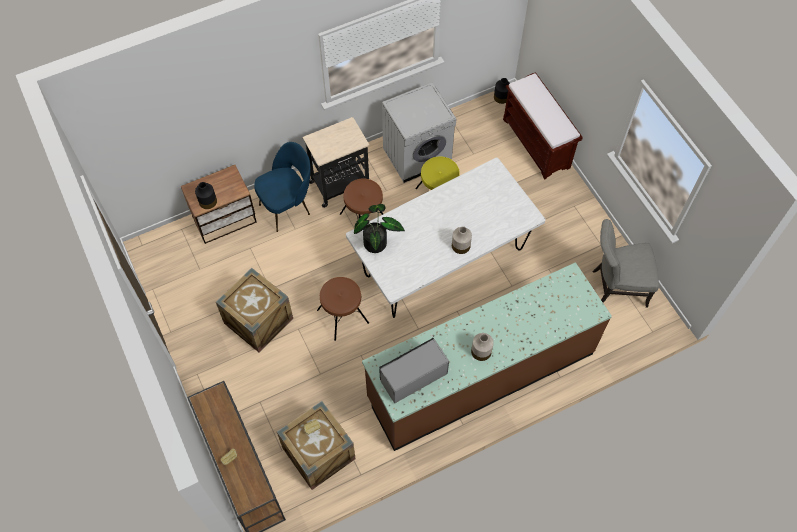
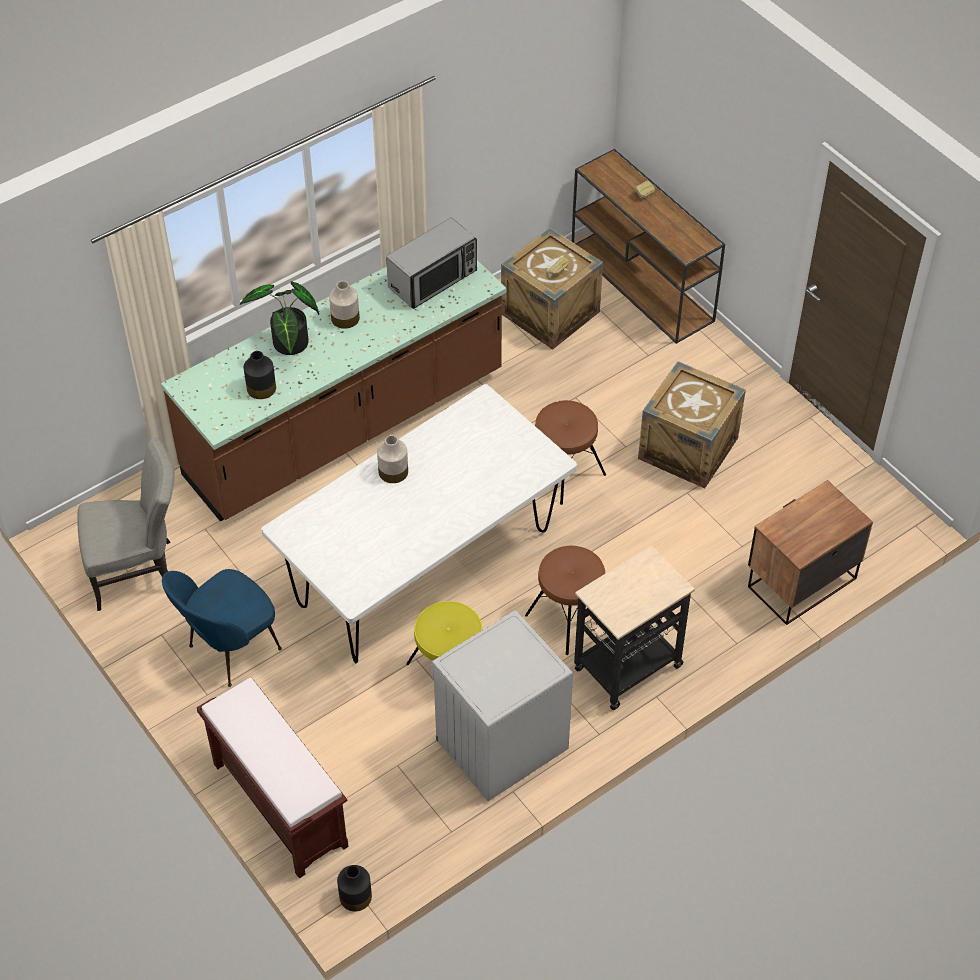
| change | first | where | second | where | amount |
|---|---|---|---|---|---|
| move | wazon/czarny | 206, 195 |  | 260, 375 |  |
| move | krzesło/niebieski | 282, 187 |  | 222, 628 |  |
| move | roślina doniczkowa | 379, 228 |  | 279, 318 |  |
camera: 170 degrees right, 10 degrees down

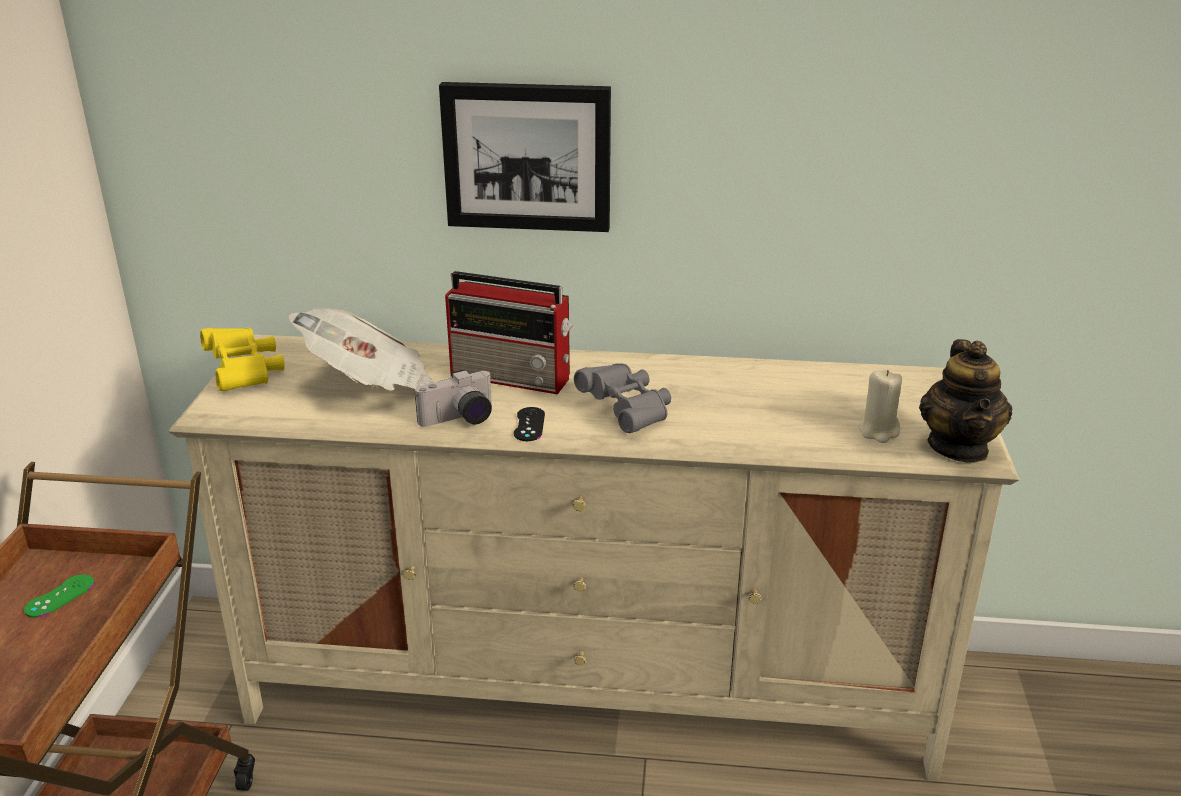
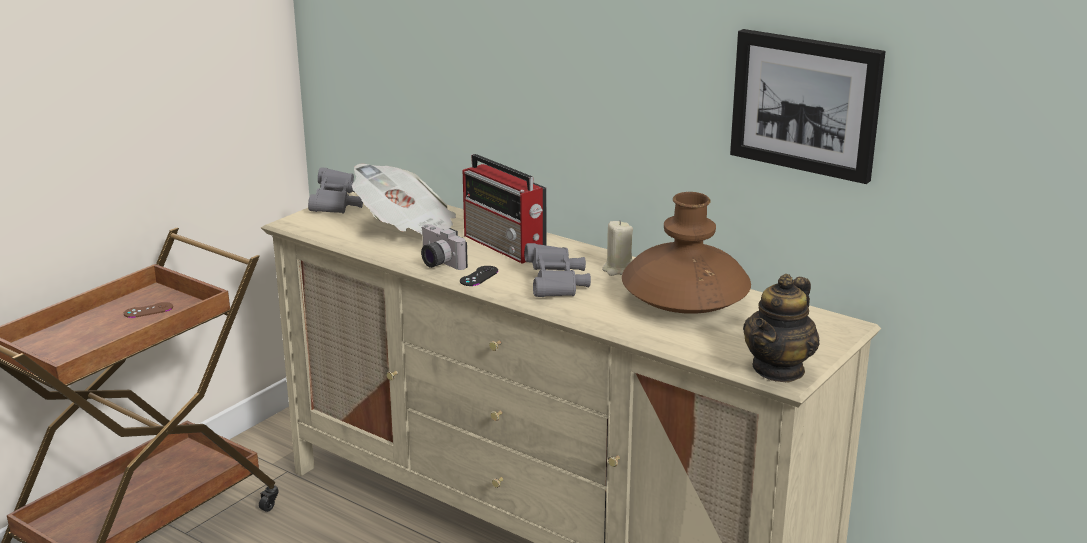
| change | first | where | second | where | amount |
|---|---|---|---|---|---|
| recolor | pad do gier/zielony | 59, 596 | pad do gier/brązowy | 148, 310 |  |
| recolor | lornetka/żółty | 242, 359 | lornetka/szary | 335, 190 |  |
| rotate | aparat fotograficzny | 453, 398 |  | 444, 247 | 45 degrees clockwise |
| move | obraz | 525, 157 |  | 808, 106 |  |
| move | świeca/beżowy | 880, 406 |  | 617, 248 |  |
| insert |  |  | wazon/brązowy | 686, 253 |  |
camera: 30 degrees right, 5 degrees down

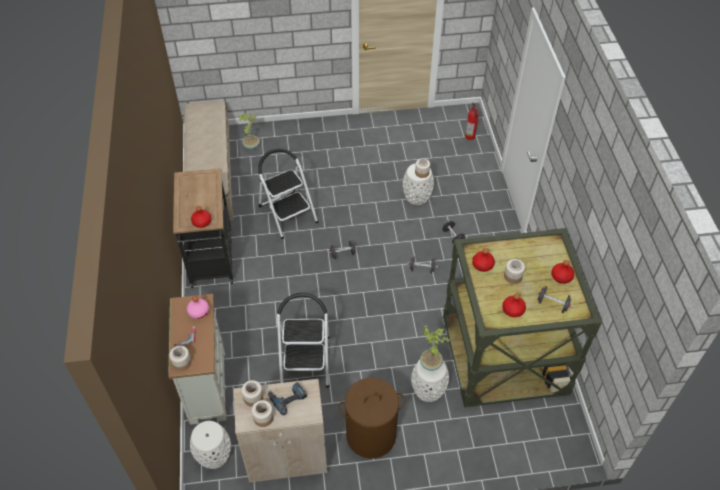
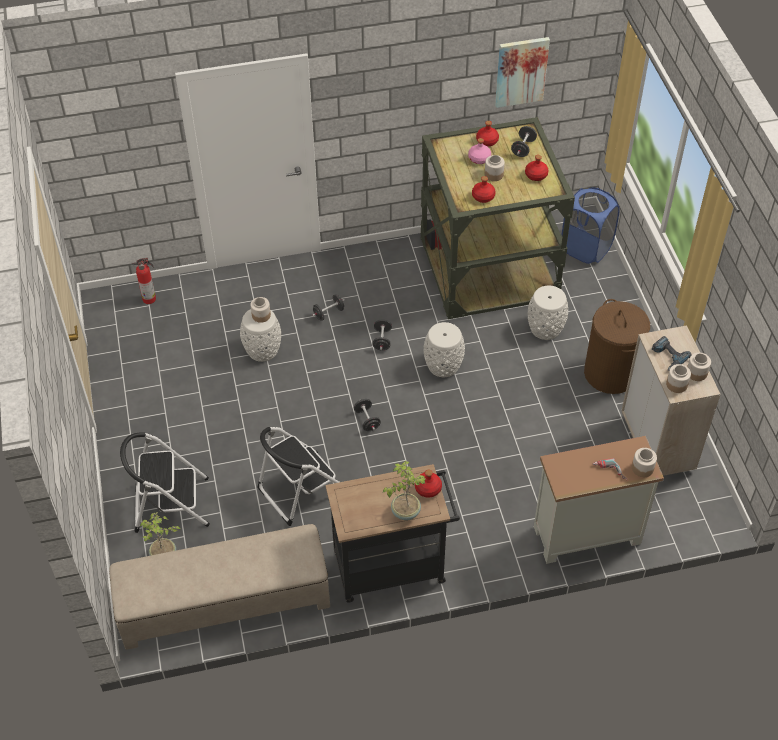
| change | first | where | second | where | amount |
|---|---|---|---|---|---|
| move | butelka/różowy | 198, 307 |  | 479, 151 |  |
| move | stołek/biały | 210, 445 |  | 444, 349 |  |
| move | drabinka | 303, 340 |  | 165, 483 |  |
| move | roślina doniczkowa | 435, 348 |  | 404, 490 |  |
| insert |  |  | obraz | 522, 72 |  |
| insert |  |  | kosz na pranie/niebieski | 591, 225 |  |
camera: 95 degrees left, 0 degrees up

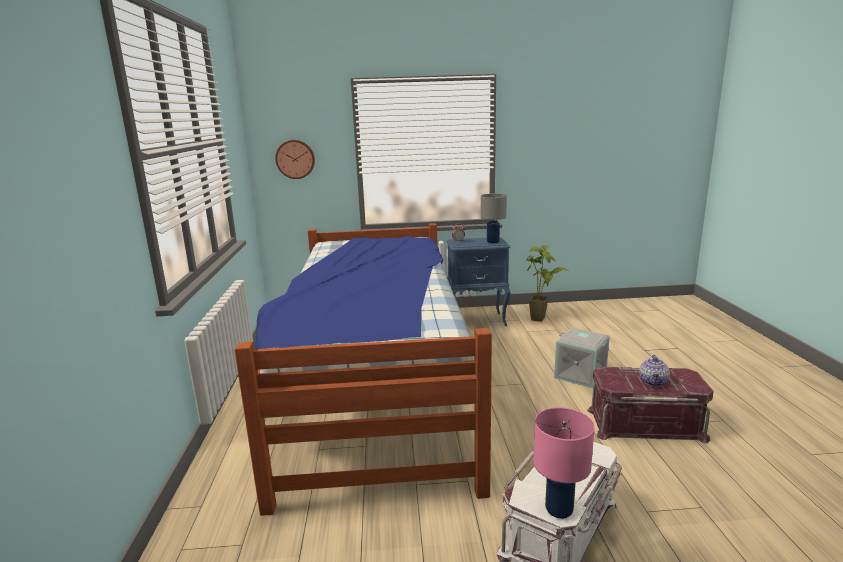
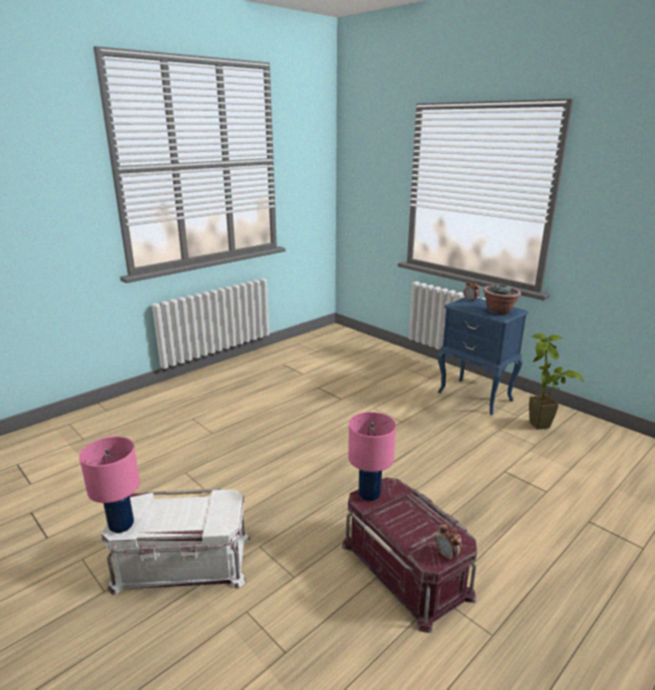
| change | first | where | second | where | amount |
|---|---|---|---|---|---|
| delete | łóżko | 363, 369 |  |  |  |
| delete | zegar ścienny | 295, 159 |  |  |  |
| replace | lampa stołowa/szary | 494, 218 | roślina doniczkowa | 502, 299 |  |
| delete | pojemnik do przechowywania/szary | 582, 358 |  |  |  |
| delete | imbryk | 654, 371 |  |  |  |
| insert |  |  | lampa stołowa/różowy | 372, 456 |  |
| insert |  |  | budzik | 448, 542 |  |
camera: 50 degrees right, 5 degrees up

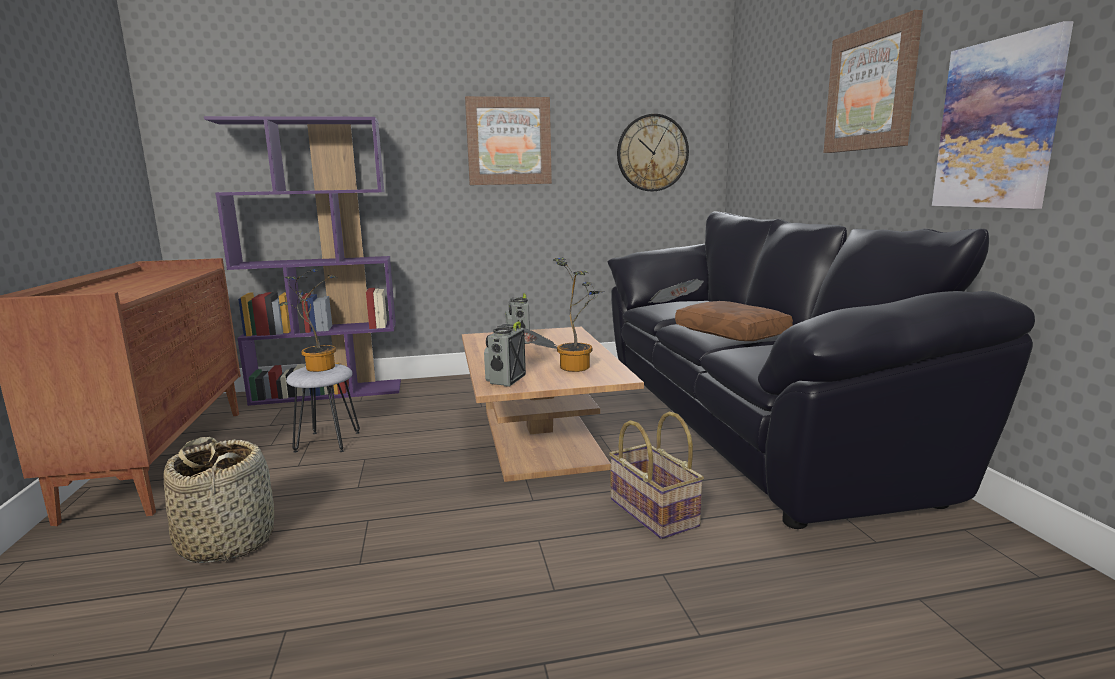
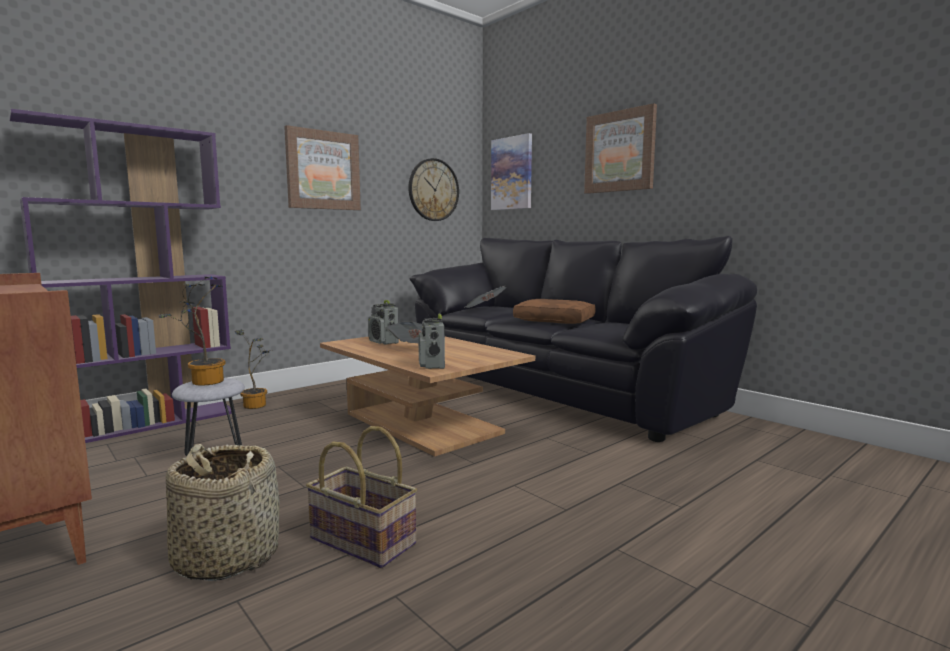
| change | first | where | second | where | amount |
|---|---|---|---|---|---|
| move | roślina doniczkowa | 577, 314 |  | 252, 369 |  |
| move | koszyk | 656, 475 |  | 361, 497 |  |
| move | obraz | 1003, 115 |  | 511, 171 |  |
camera: 30 degrees left, 5 degrees down

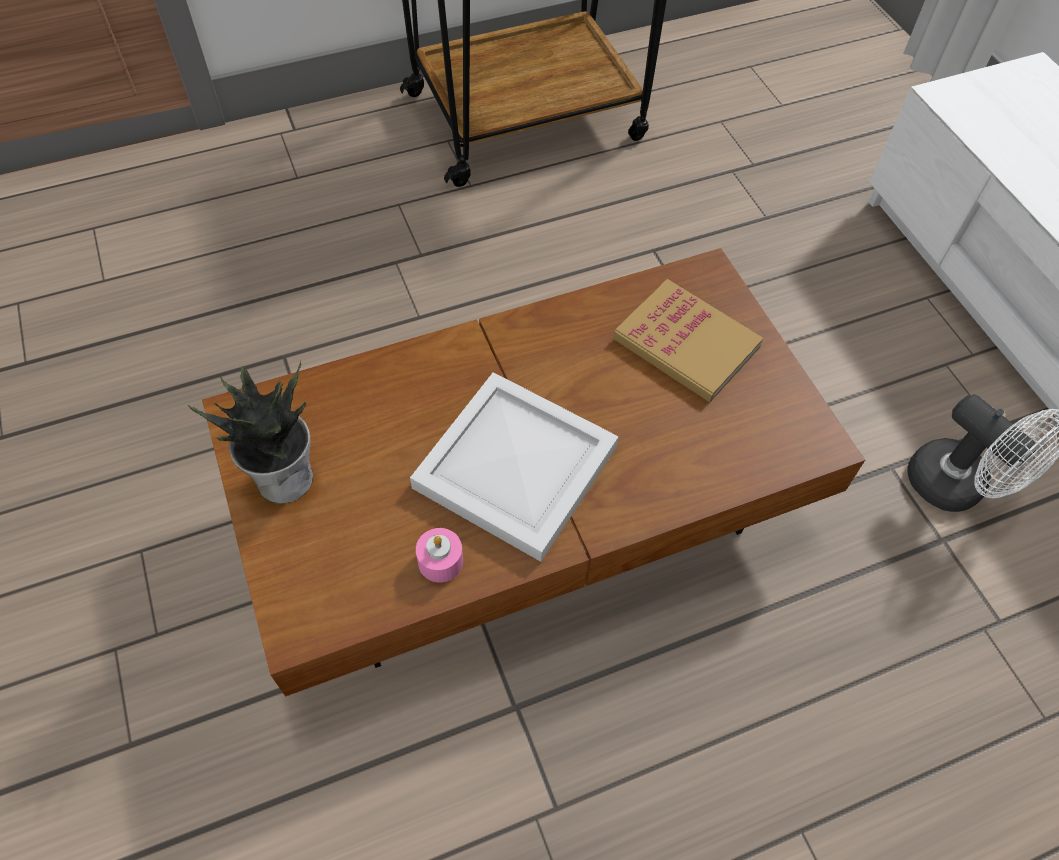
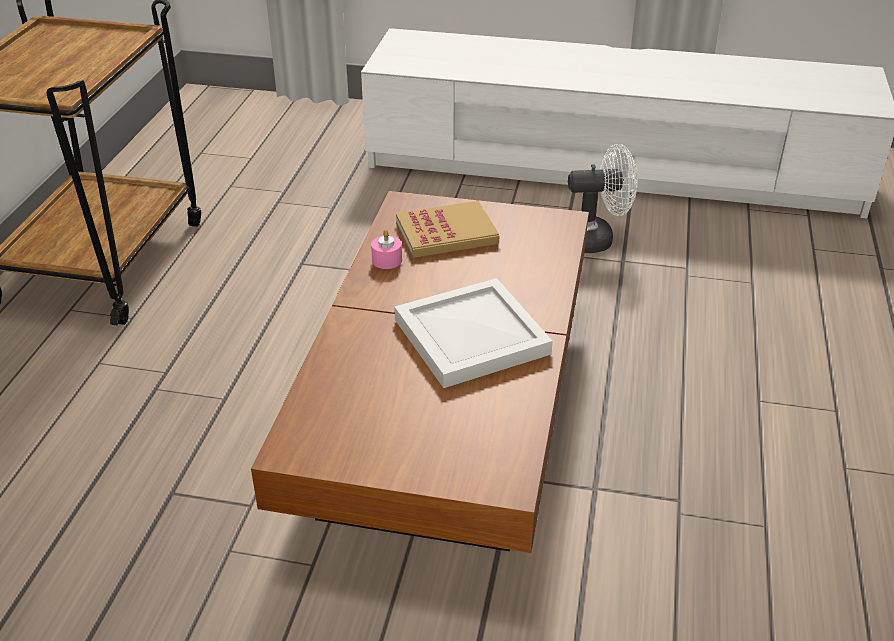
| change | first | where | second | where | amount |
|---|---|---|---|---|---|
| delete | roślina doniczkowa | 250, 432 |  |  |  |
| move | świeca/różowy | 439, 555 |  | 386, 249 |  |
camera: 55 degrees left, 20 degrees down

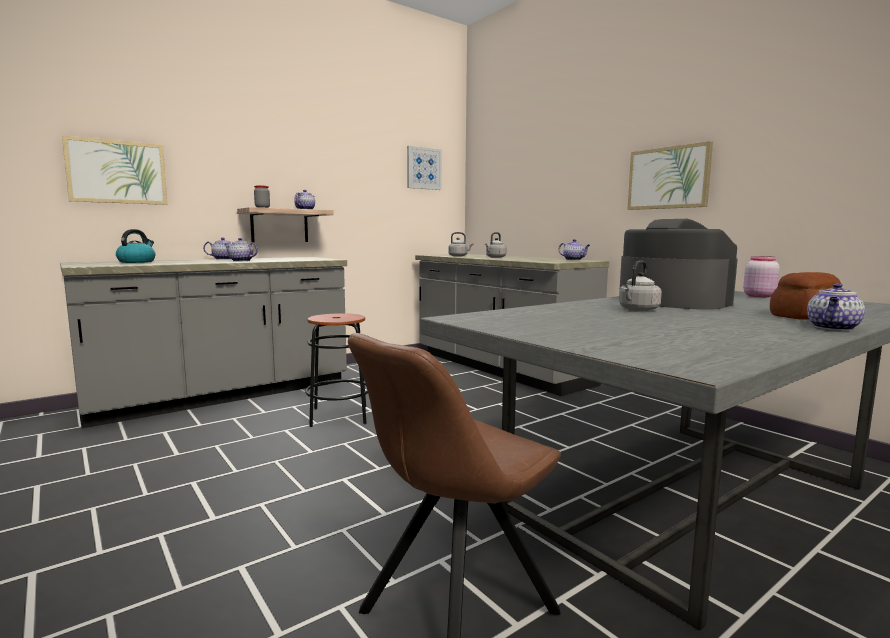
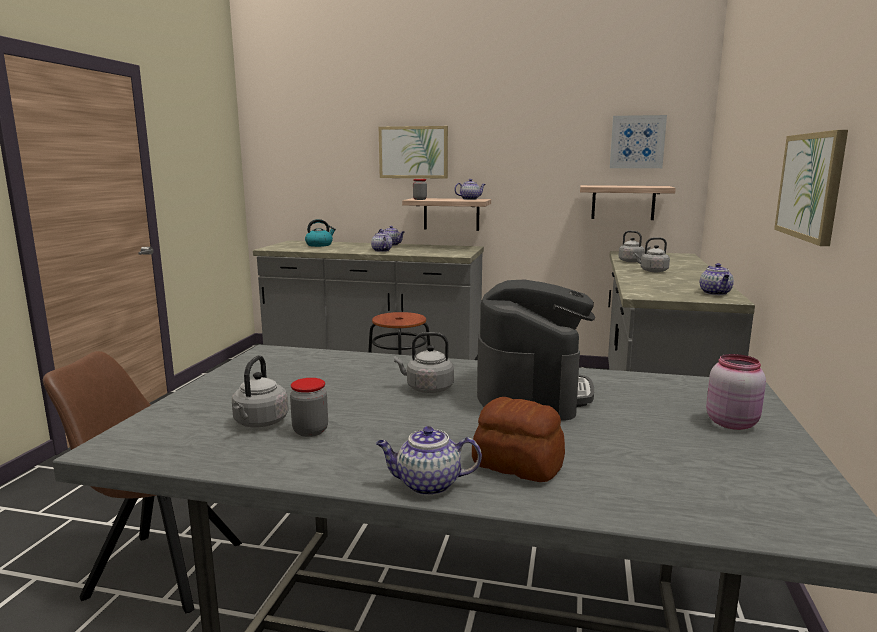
| change | first | where | second | where | amount |
|---|---|---|---|---|---|
| move | obraz | 115, 170 |  | 413, 152 |  |
| insert |  |  | czajnik/szary | 260, 391 |  |
| insert |  |  | słoik | 309, 407 |  |
| insert |  |  | półka | 628, 202 |  |
camera: 50 degrees right, 5 degrees up

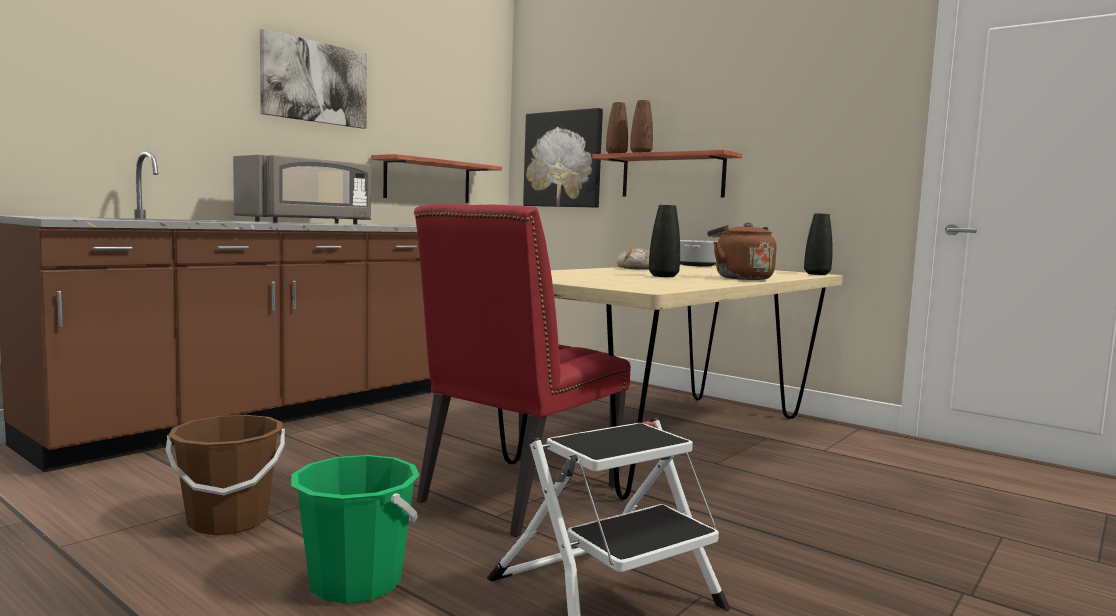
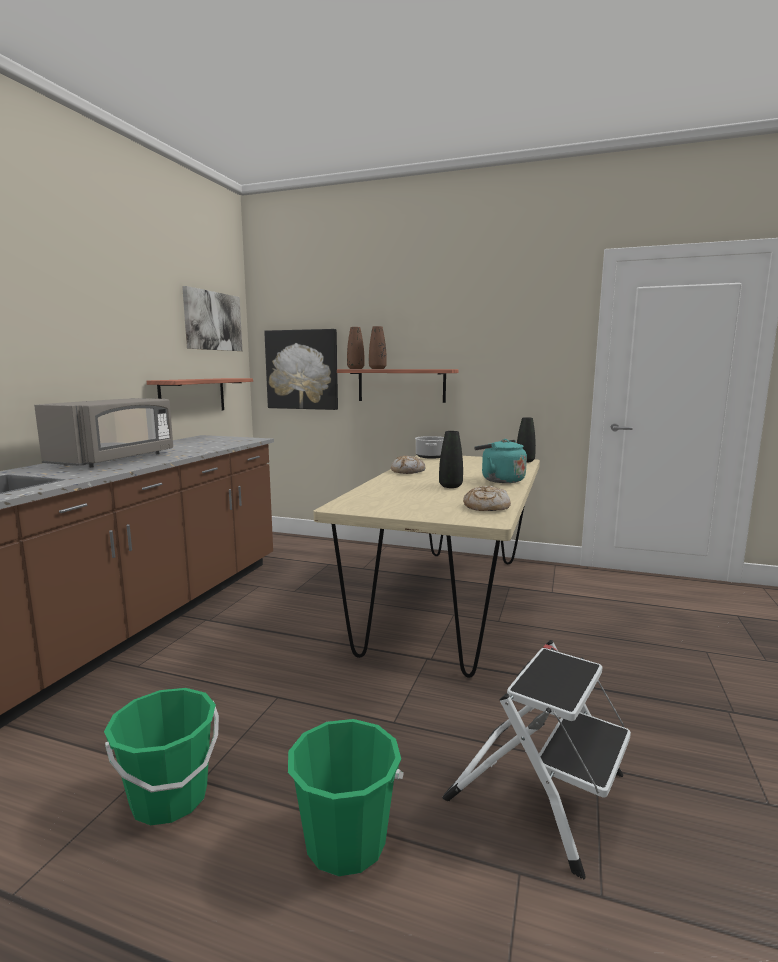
| change | first | where | second | where | amount |
|---|---|---|---|---|---|
| recolor | wiadro/brązowy | 225, 475 | wiadro/zielony | 161, 756 |  |
| move | obraz | 313, 79 |  | 212, 318 |  |
| delete | krzesło/czerwony | 522, 370 |  |  |  |
| recolor | czajnik/brązowy | 742, 251 | czajnik/turkusowy | 500, 461 |  |
| insert |  |  | chleb | 487, 498 |  |
camera: 20 degrees left, 5 degrees up

